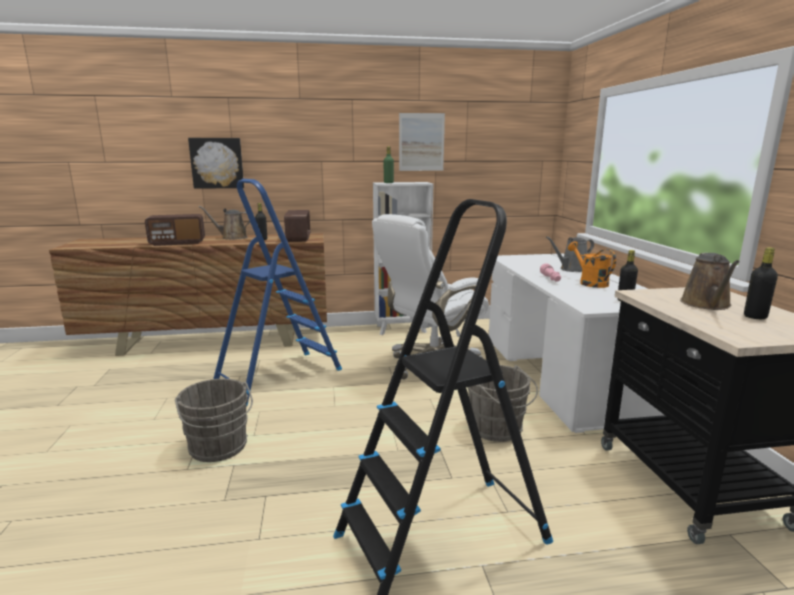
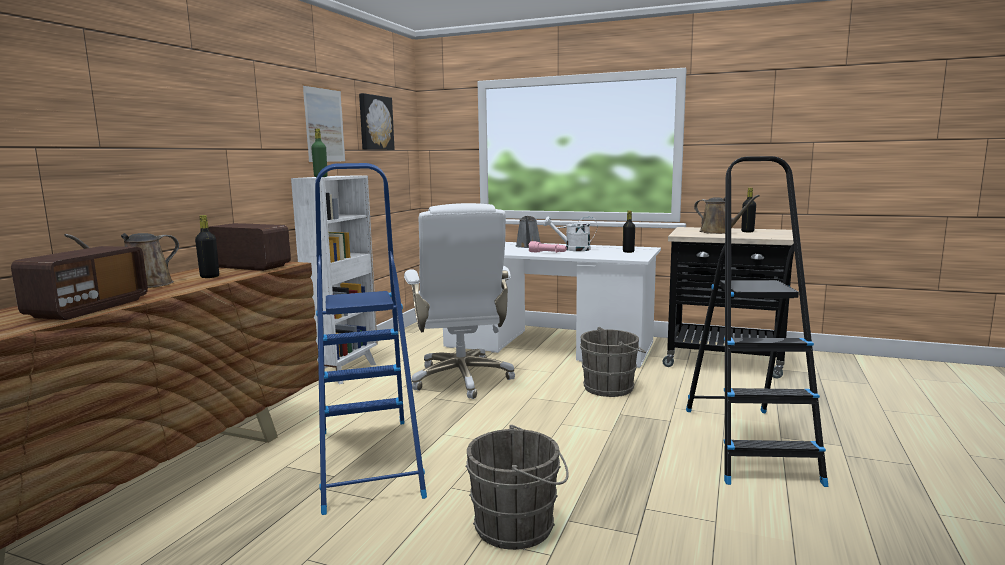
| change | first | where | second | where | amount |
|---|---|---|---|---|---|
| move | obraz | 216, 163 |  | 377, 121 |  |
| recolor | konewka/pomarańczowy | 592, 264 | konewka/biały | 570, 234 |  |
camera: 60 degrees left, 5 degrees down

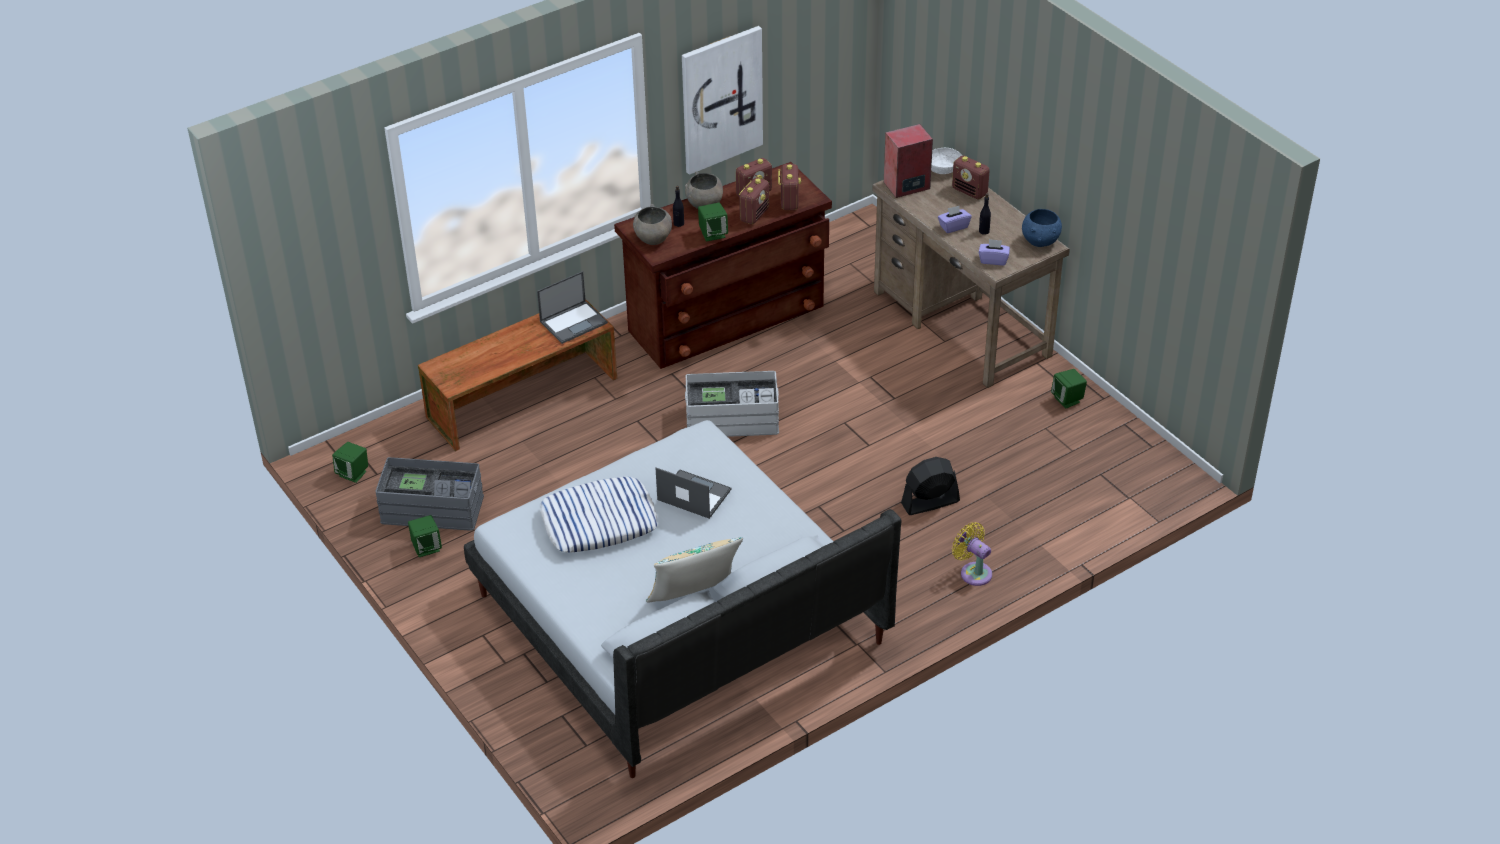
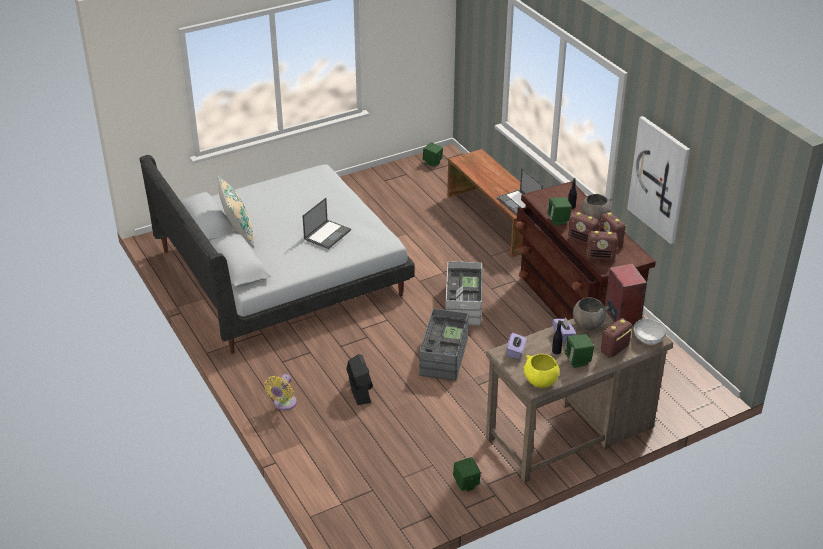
| change | first | where | second | where | amount |
|---|---|---|---|---|---|
| move | pojemnik do przechowywania/szary | 429, 494 |  | 443, 345 |  |
| move | głośnik/zielony | 425, 536 |  | 579, 351 |  |
| delete | poduszka | 599, 515 |  |  |  |
| move | miska/szary | 652, 224 |  | 591, 314 |  |
| rotate | wentylator/żółty | 972, 554 |  | 280, 392 | 150 degrees clockwise |
| recolor | miska/niebieski | 1042, 228 | miska/żółty | 541, 371 |  |
camera: 95 degrees right, 5 degrees down

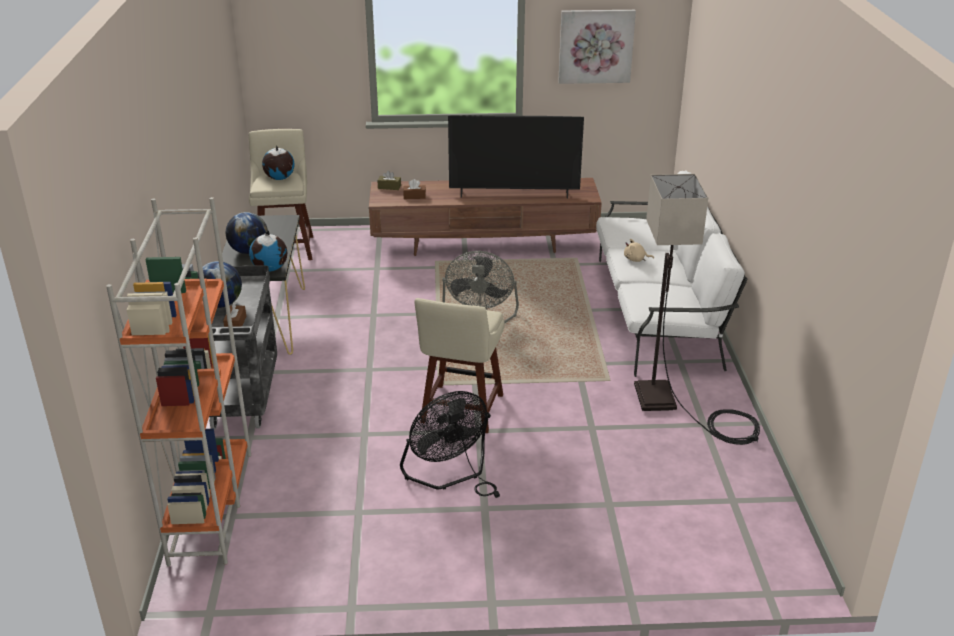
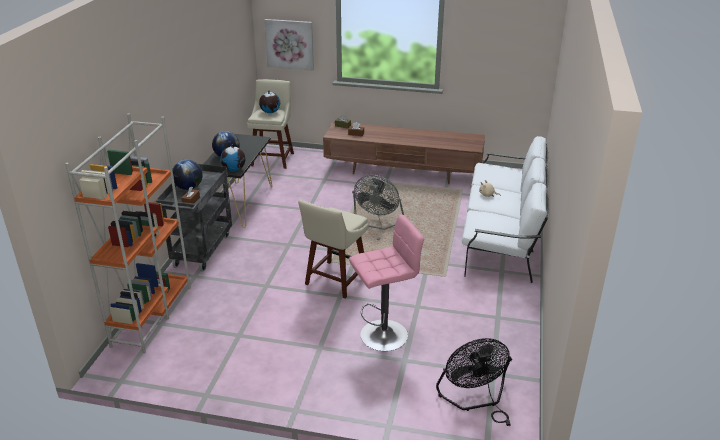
| change | first | where | second | where | amount |
|---|---|---|---|---|---|
| move | wentylator/czarny | 450, 444 |  | 474, 382 |  |
| delete | telewizor | 516, 157 |  |  |  |
| move | obraz | 597, 47 |  | 289, 45 |  |
| delete | lampa stojąca | 697, 309 |  |  |  |
| insert |  |  | stołek/różowy | 386, 283 |  |
camera: 15 degrees right, 0 degrees up

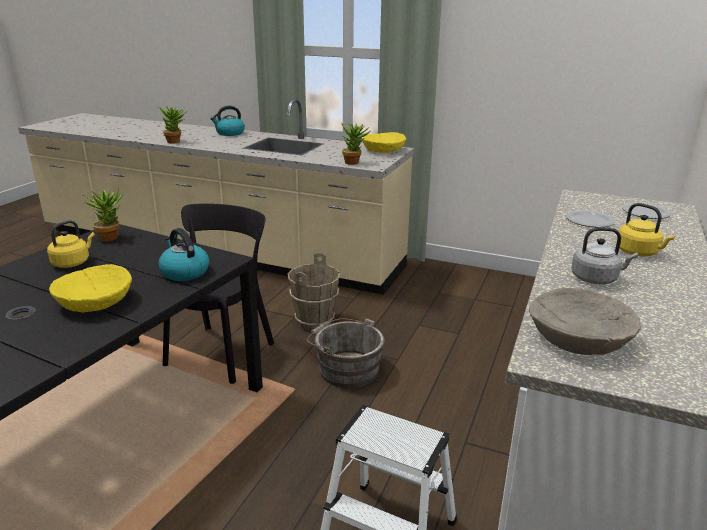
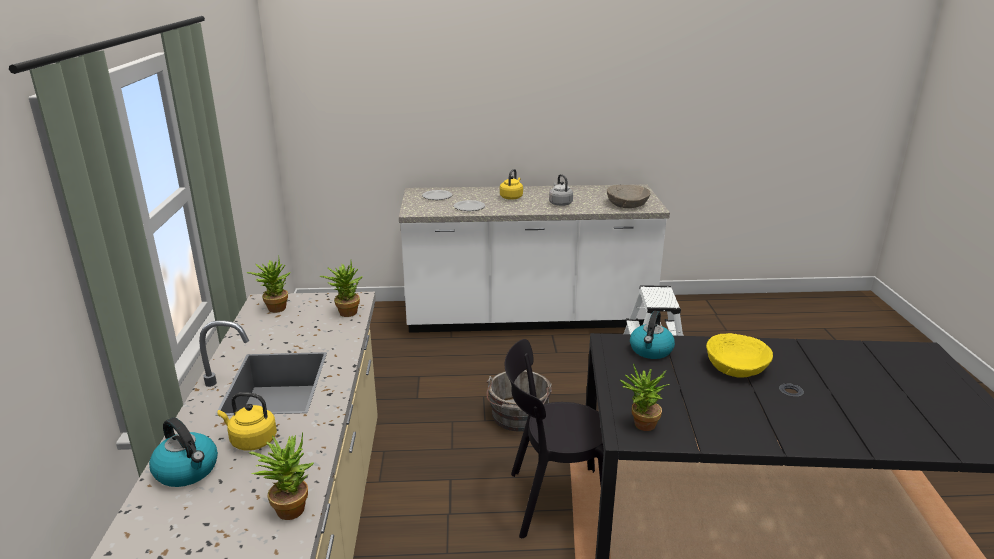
| change | first | where | second | where | amount |
|---|---|---|---|---|---|
| move | czajnik/żółty | 71, 244 |  | 247, 421 |  |
| delete | wiadro/brązowy | 314, 292 |  |  |  |
| replace | miska/żółty | 384, 142 | roślina doniczkowa | 269, 284 |  |
camera: 115 degrees left, 0 degrees up

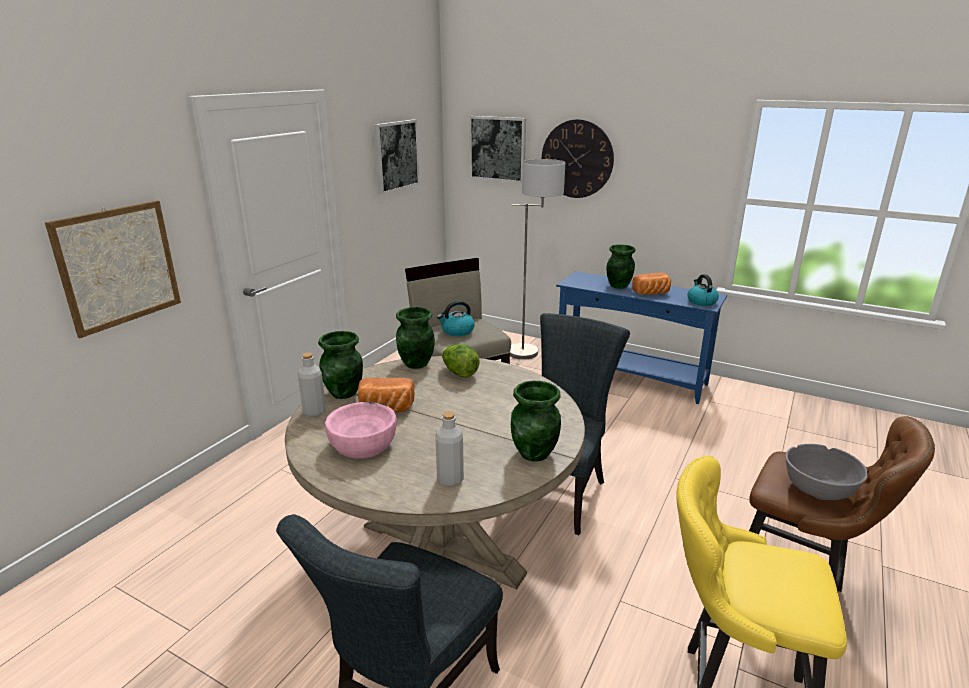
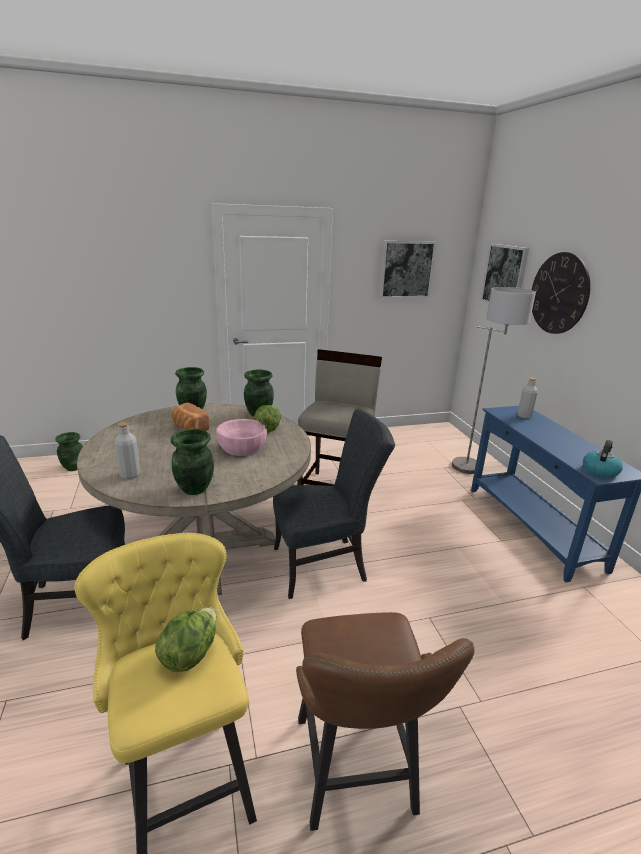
| change | first | where | second | where | amount |
|---|---|---|---|---|---|
| delete | obraz | 113, 269 |  |  |  |
| move | butelka/szary | 312, 384 |  | 527, 398 |  |
| move | miska/różowy | 361, 430 |  | 241, 437 |  |
| delete | czajnik | 456, 318 |  |  |  |
| move | wazon/zielony | 621, 266 |  | 69, 451 |  |
| delete | chleb | 651, 283 |  |  |  |
| delete | miska/szary | 826, 472 |  |  |  |
| insert |  |  | sałata | 185, 639 |  |
camera: 45 degrees right, 0 degrees up

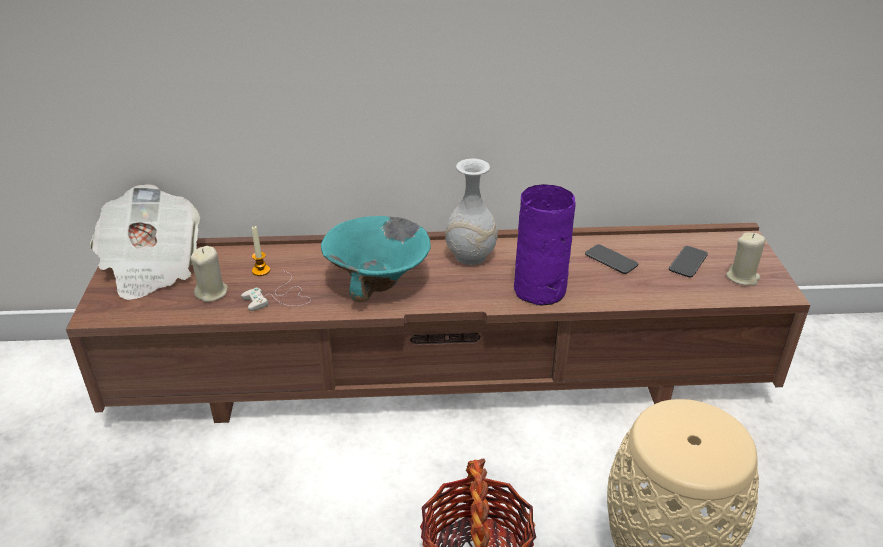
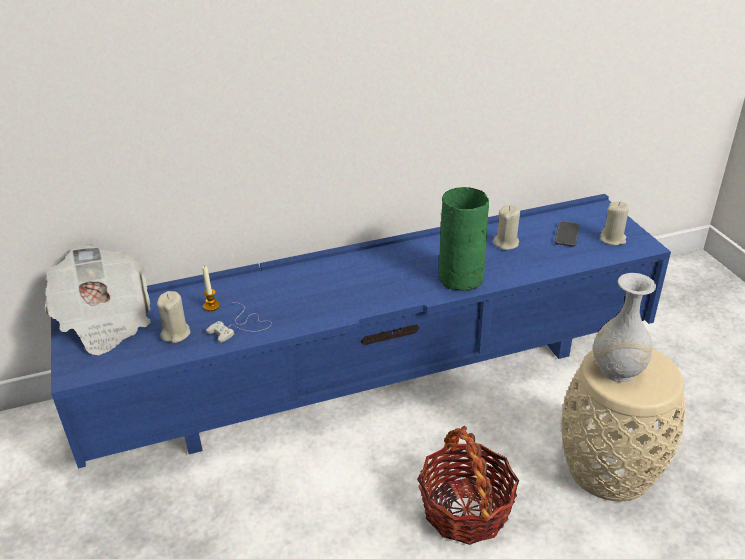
| change | first | where | second | where | amount |
|---|---|---|---|---|---|
| recolor | szafka pod telewizor/brązowy | 438, 323 | szafka pod telewizor/niebieski | 361, 331 |  |
| delete | miska/turkusowy | 376, 259 |  |  |  |
| move | wazon/biały | 471, 211 |  | 624, 327 |  |
| recolor | wazon/fioletowy | 544, 245 | wazon/zielony | 463, 239 |  |
| replace | telefon | 611, 259 | świeca/beżowy | 506, 227 |  |
camera: 15 degrees left, 0 degrees up

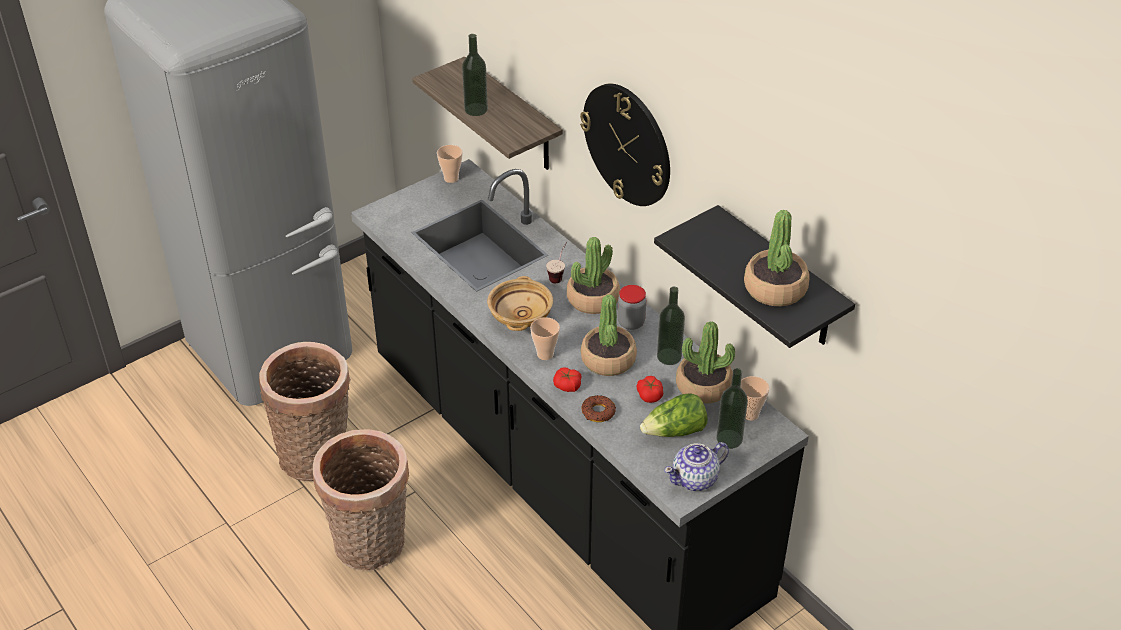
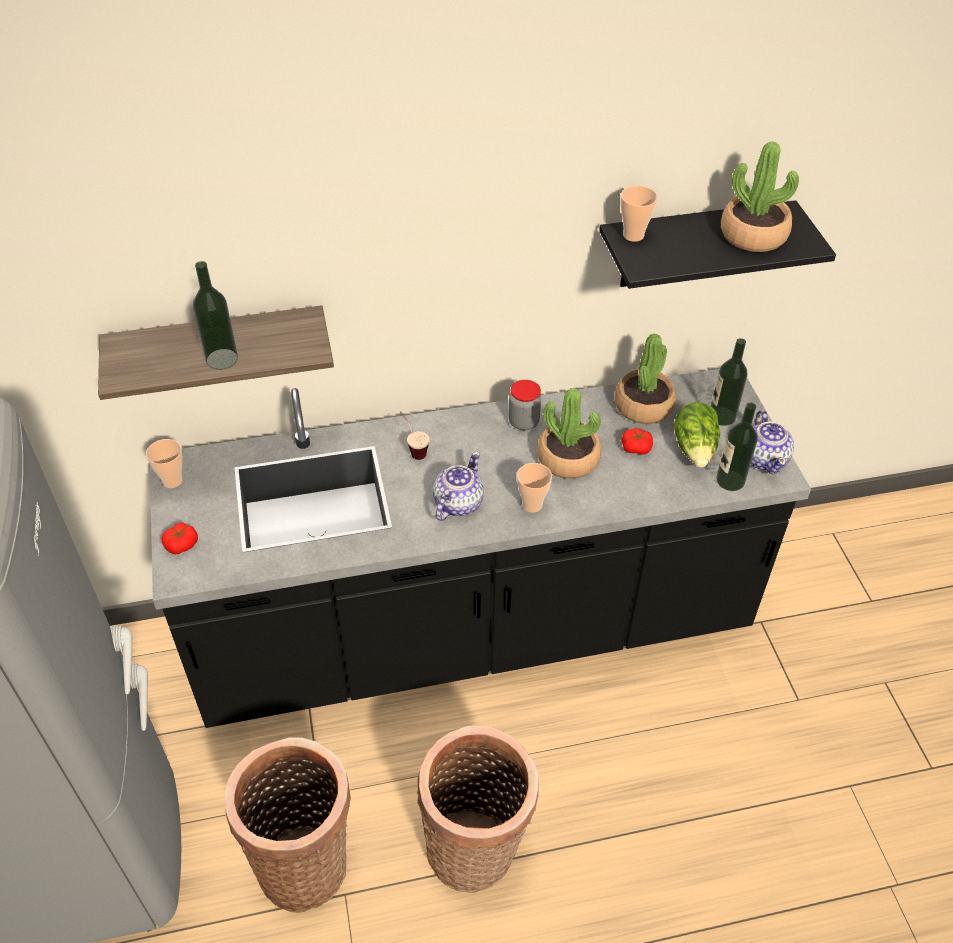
| change | first | where | second | where | amount |
|---|---|---|---|---|---|
| replace | miska/beżowy | 520, 303 | imbryk | 458, 486 |  |
| move | pomidor | 567, 379 |  | 179, 538 |  |
| delete | roślina doniczkowa | 593, 275 |  |  |  |
| delete | zegar ścienny | 625, 144 |  |  |  |
| delete | donut | 598, 408 |  |  |  |
| move | butelka | 671, 326 |  | 736, 446 |  |
| move | filiżanka | 755, 398 |  | 639, 214 |  |
camera: 65 degrees left, 5 degrees up

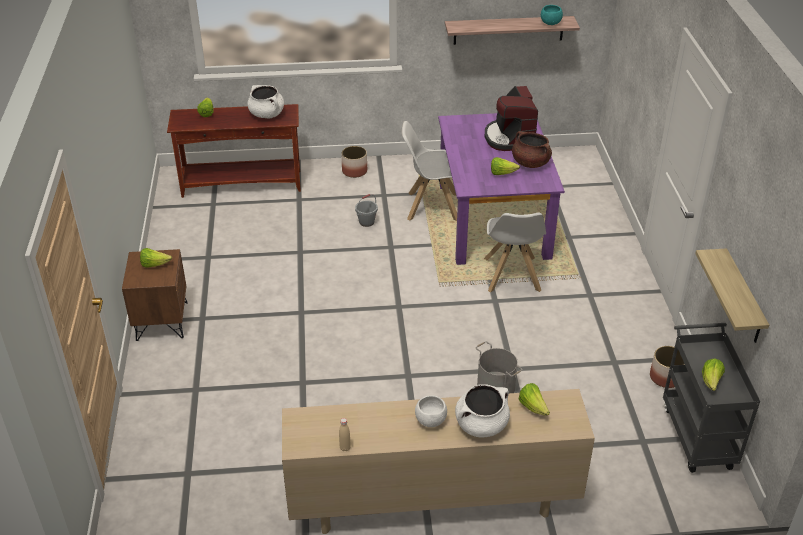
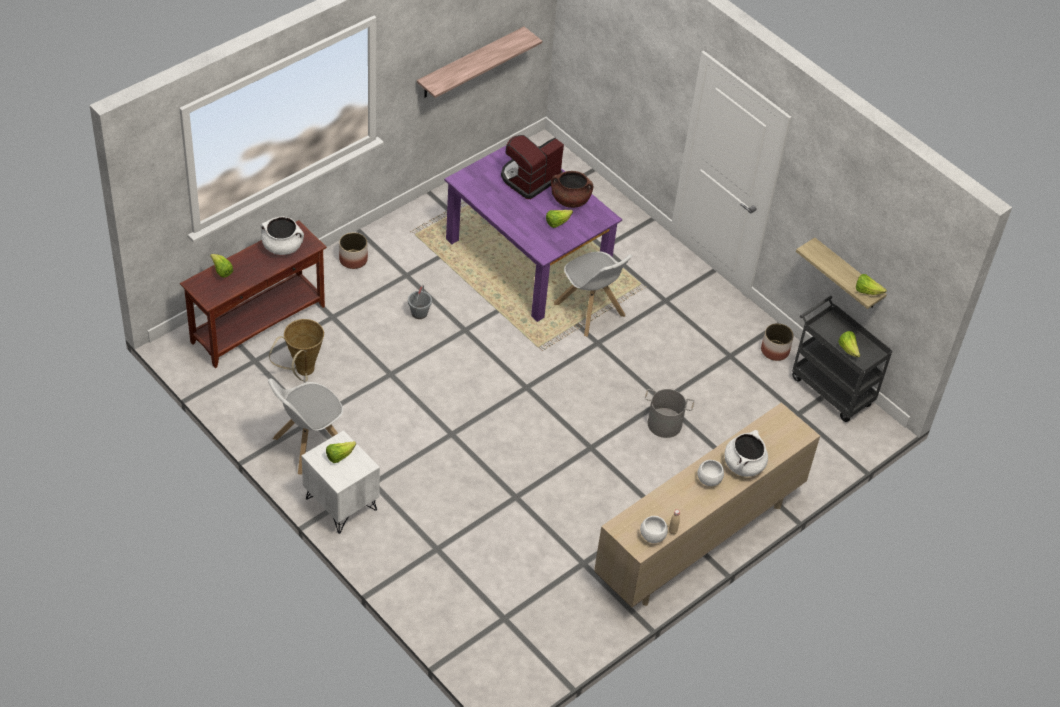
| change | first | where | second | where | amount |
|---|---|---|---|---|---|
| recolor | szafka nocna/brązowy | 154, 295 | szafka nocna/biały | 341, 482 |  |
| move | krzesło | 429, 171 |  | 305, 427 |  |
| rotate | ekspres do kawy | 511, 118 |  | 532, 167 | 90 degrees clockwise |
| move | sałata | 534, 399 |  | 871, 284 |  |
| delete | miska/turkusowy | 552, 15 |  |  |  |
| insert |  |  | koszyk | 296, 350 |  |
| insert |  |  | miska/biały | 654, 529 |  |
camera: 40 degrees left, 10 degrees up

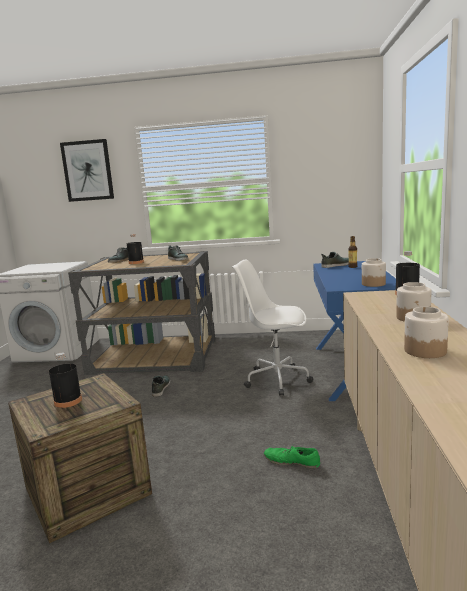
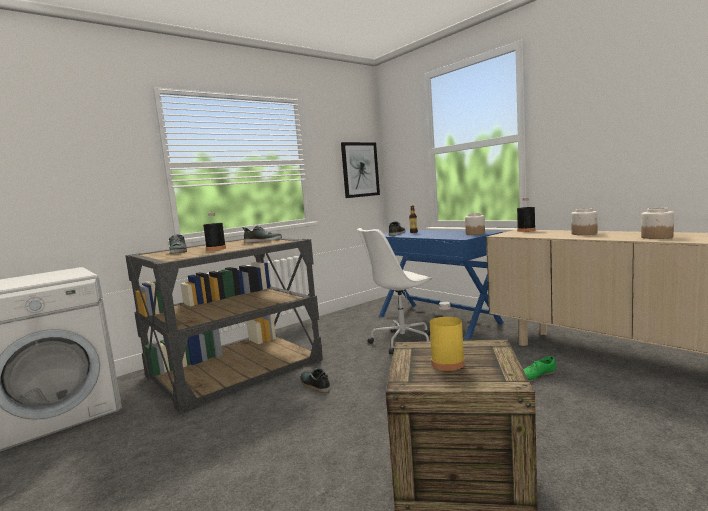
| change | first | where | second | where | amount |
|---|---|---|---|---|---|
| recolor | butelka/czarny | 65, 380 | butelka/żółty | 447, 336 |  |
| move | obraz | 87, 170 |  | 360, 170 |  |
camera: 45 degrees left, 5 degrees down

